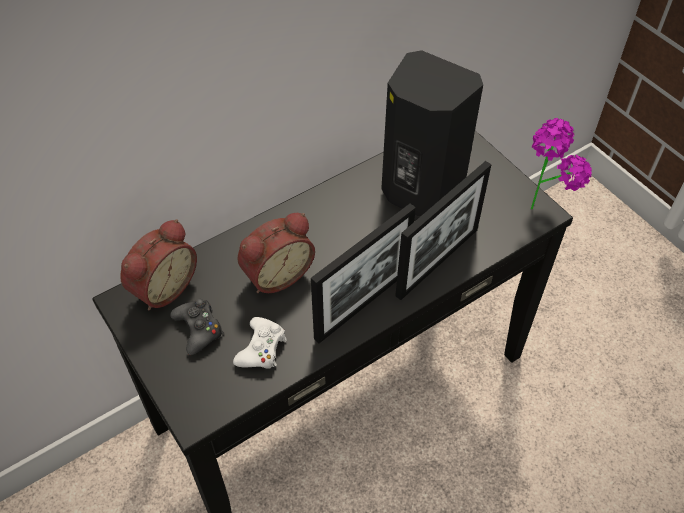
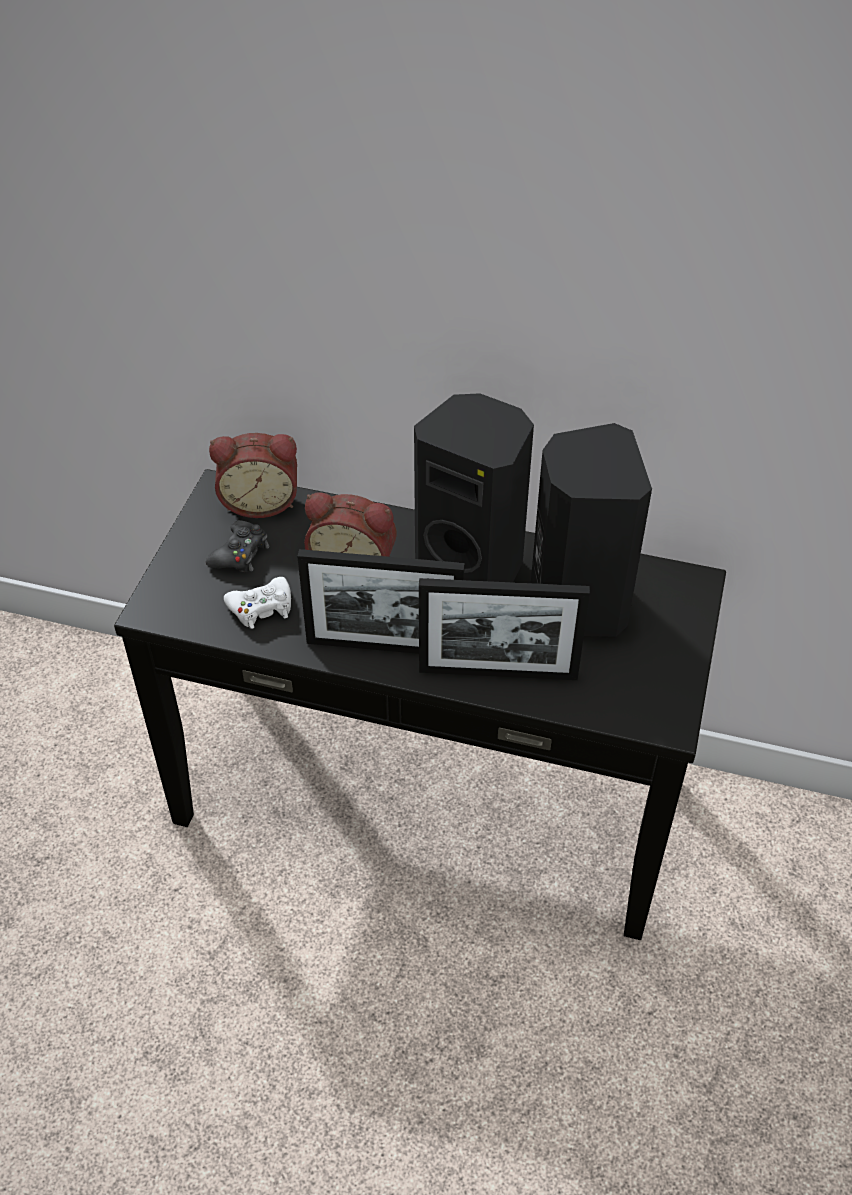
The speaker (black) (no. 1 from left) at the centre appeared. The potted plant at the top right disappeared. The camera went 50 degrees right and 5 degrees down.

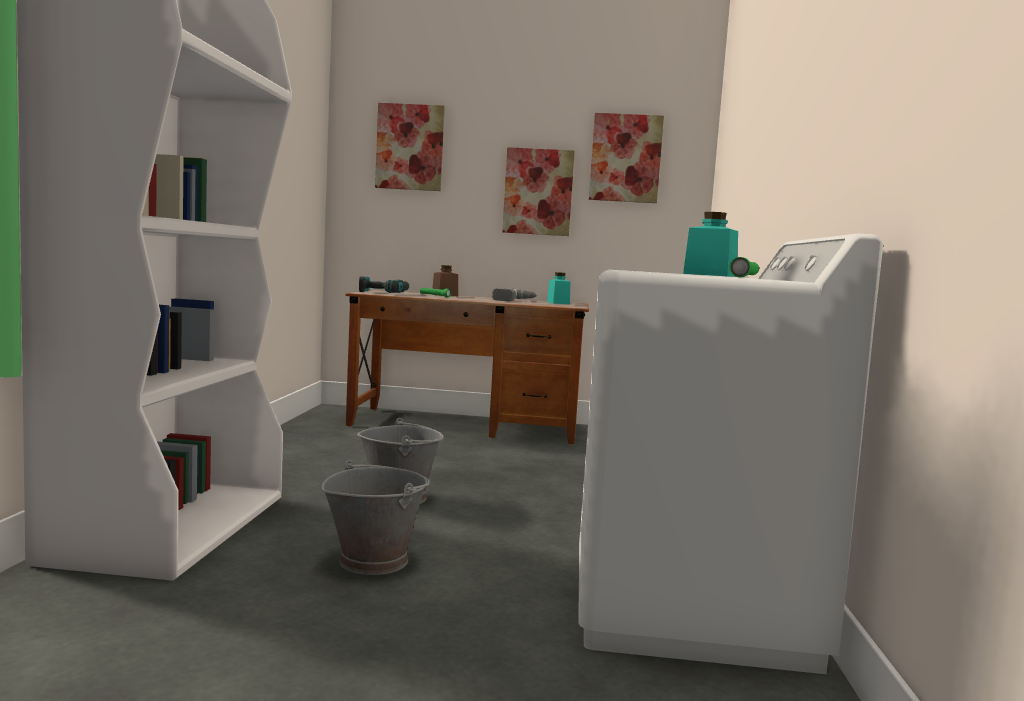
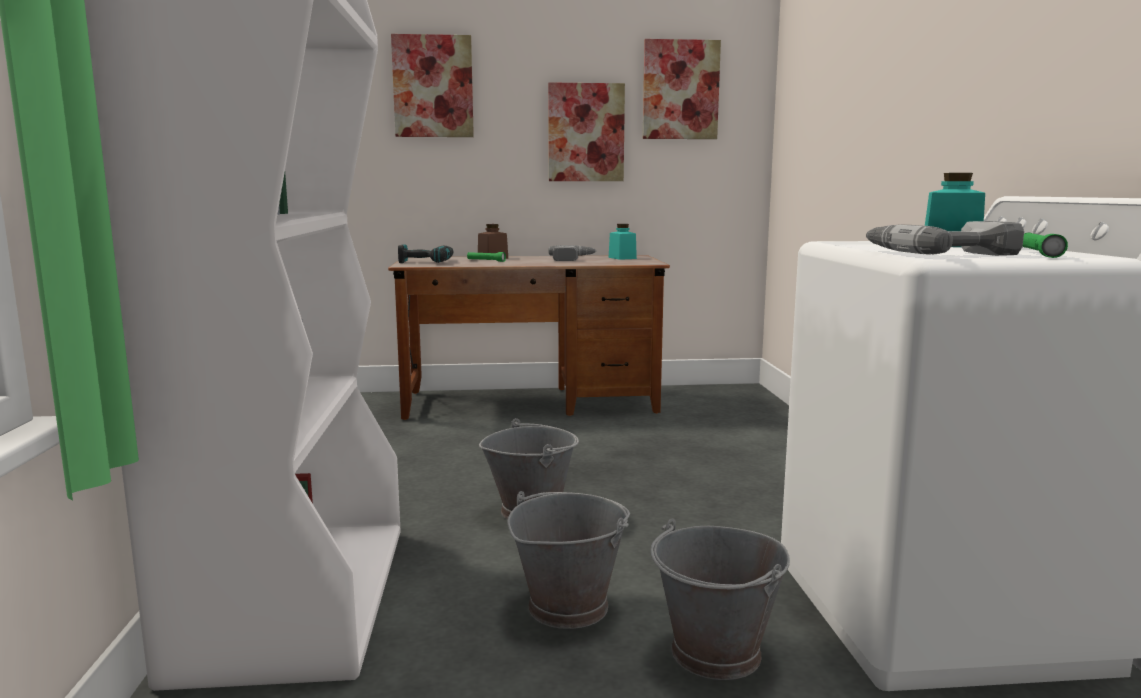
The bucket (grey) (no. 3 from left) at the bottom centre appeared. The power drill (no. 3 from left) at the middle right appeared. The camera went 10 degrees left and 5 degrees up.

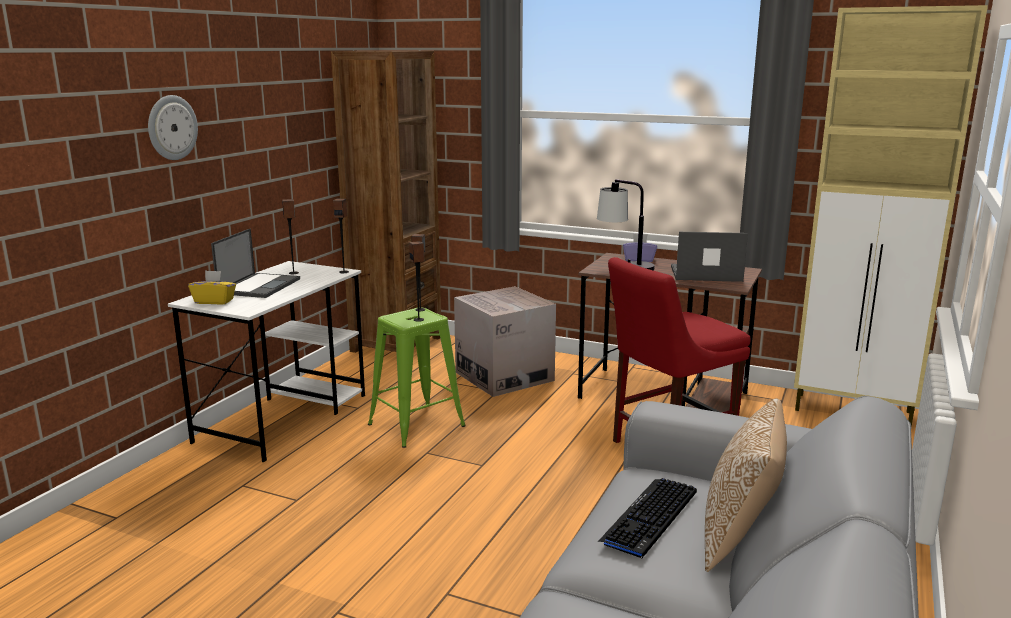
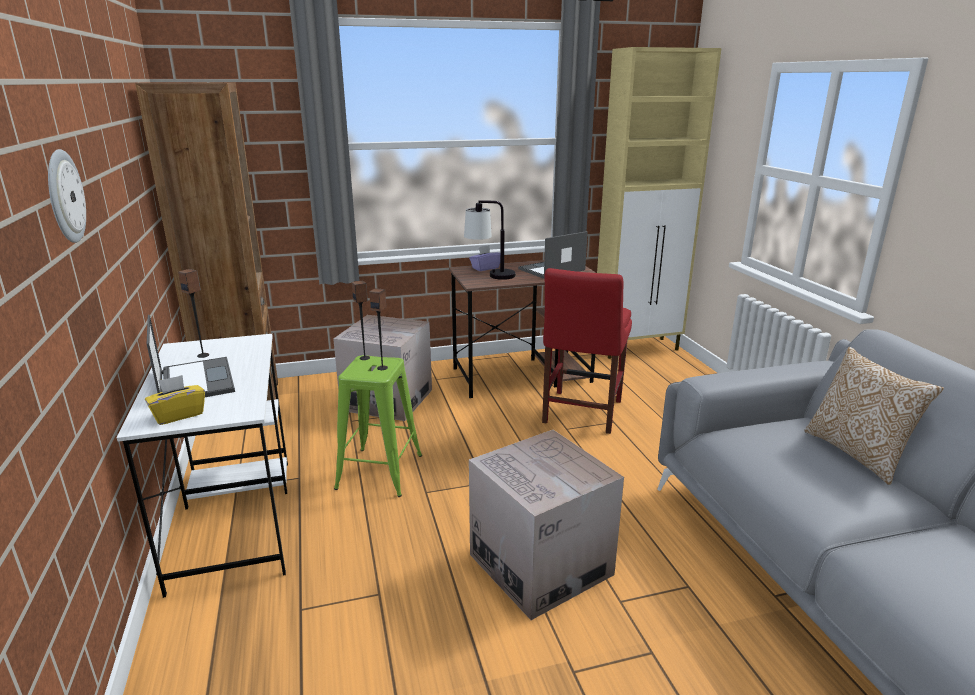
The cardboard box (no. 2 from left) at the bottom centre appeared. The speaker (no. 2 from left) at the centre disappeared. The keyboard at the bottom centre disappeared. The camera went 40 degrees left and 5 degrees up.

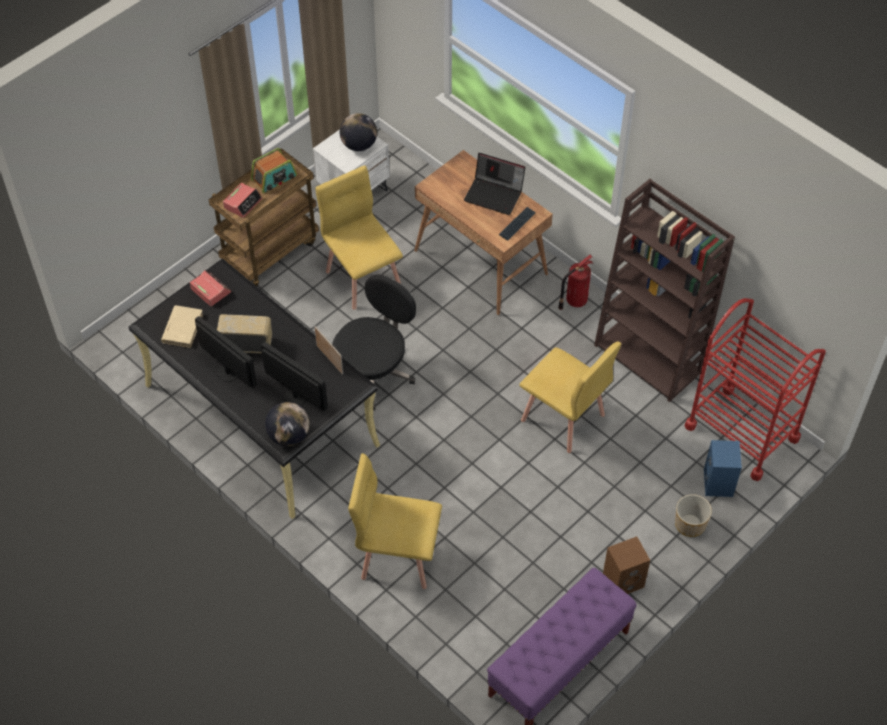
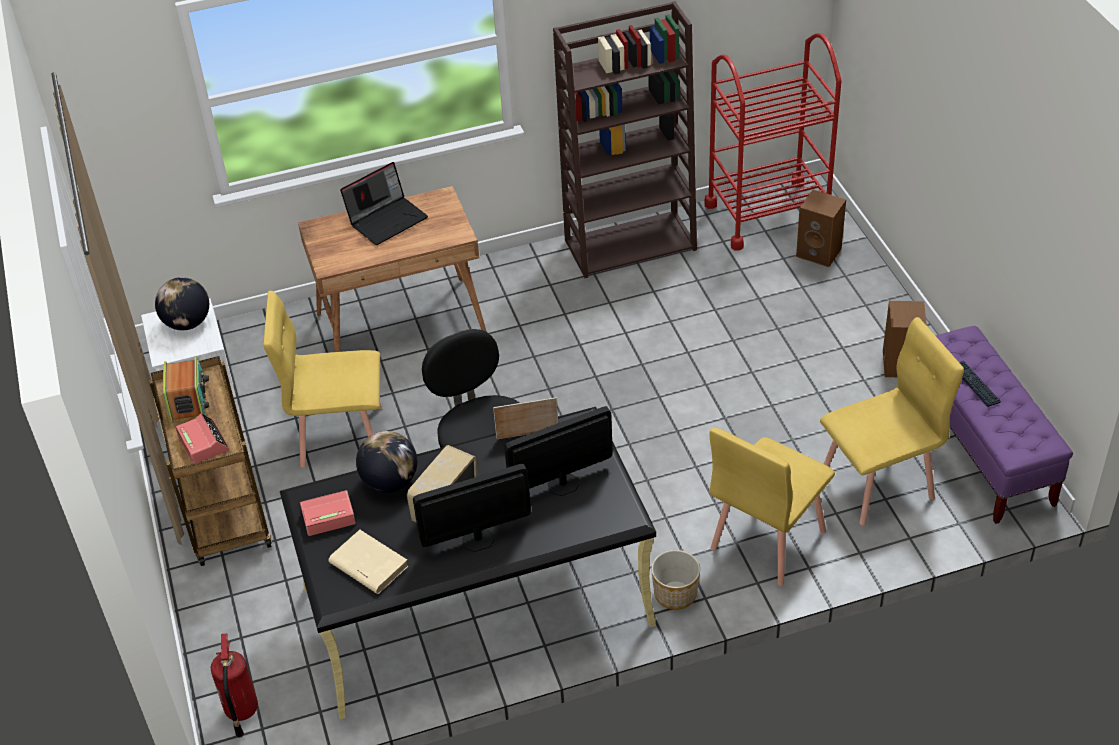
The fire extinguisher moved from the centre to the bottom left. The globe (no. 1 from left in the first image) moved from the middle left to the centre. The planter moved from the bottom right to the bottom centre. The speaker (blue) at the middle right became the speaker (brown) (no. 1 from left) at the top right. The chair (yellow) (no. 3 from left) moved from the centre to the middle right. The keyboard moved from the top centre to the middle right. The camera went 60 degrees left and 10 degrees down.

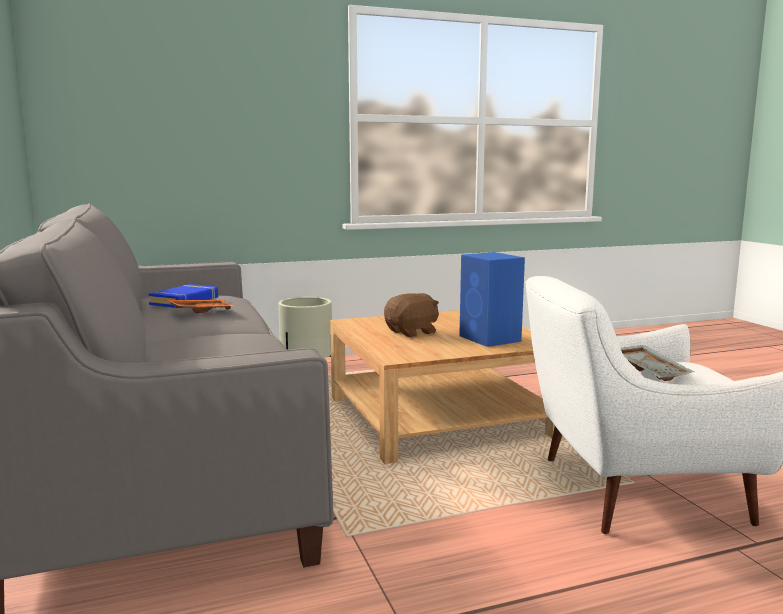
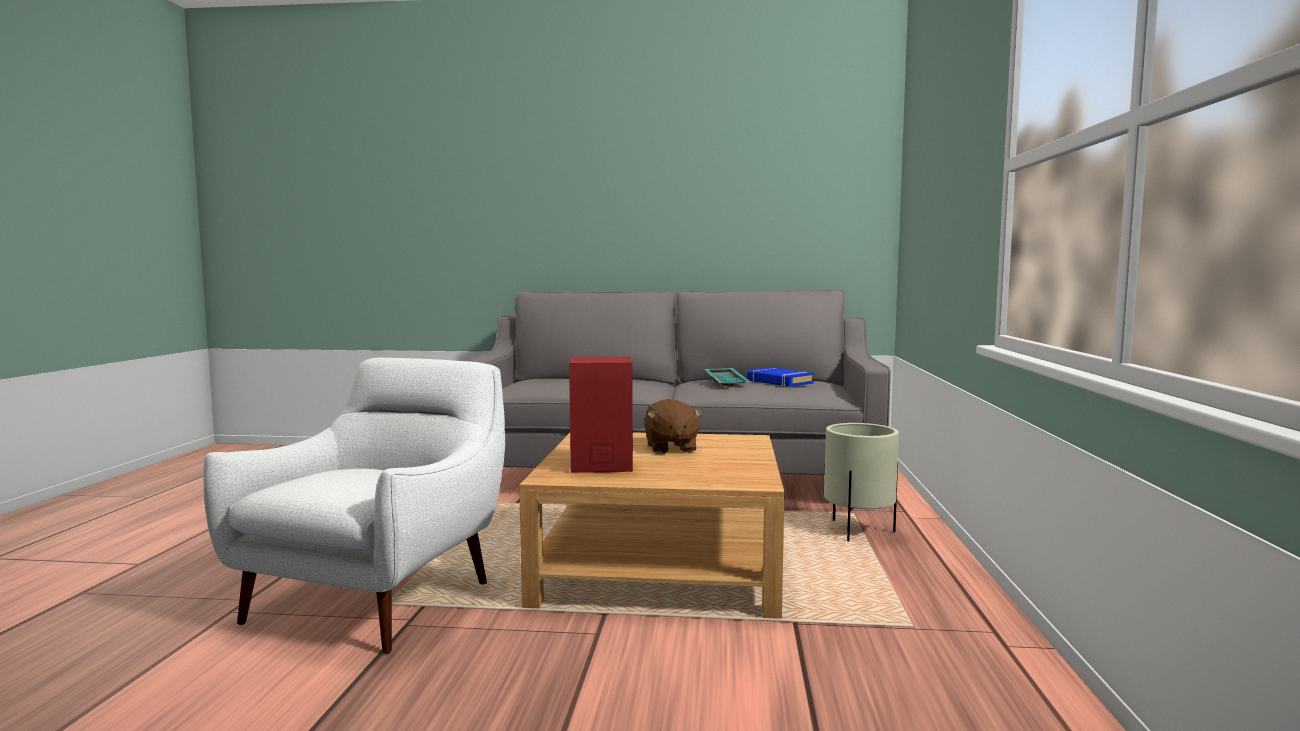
The speaker (blue) at the centre became the speaker (red) at the centre. The tray (orange) at the middle left became the tray (turquoise) at the centre. The tray (grey) at the middle right disappeared. The camera went 115 degrees right and 5 degrees down.

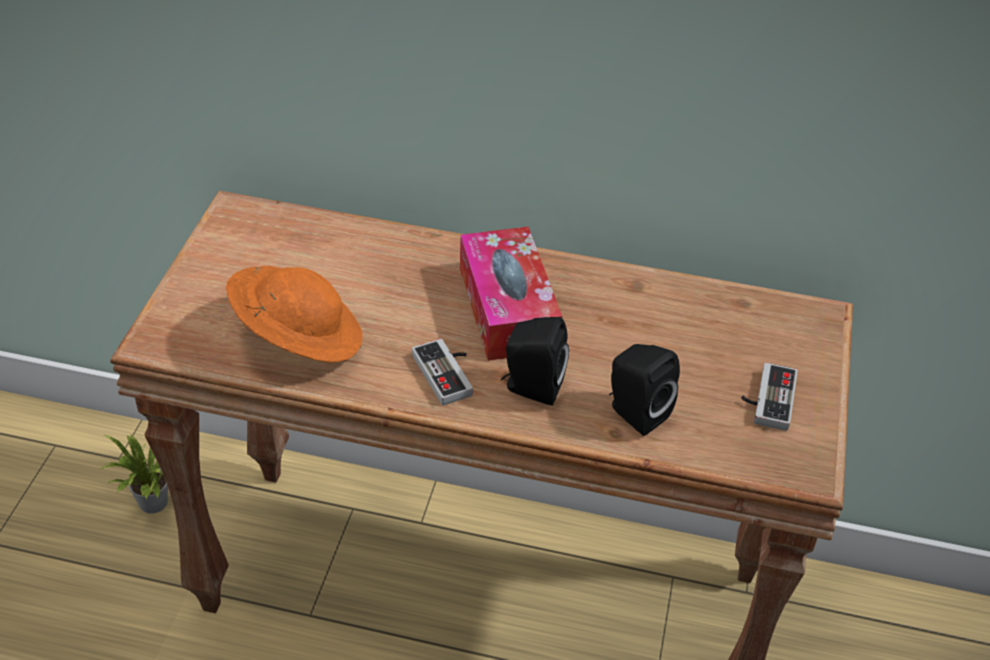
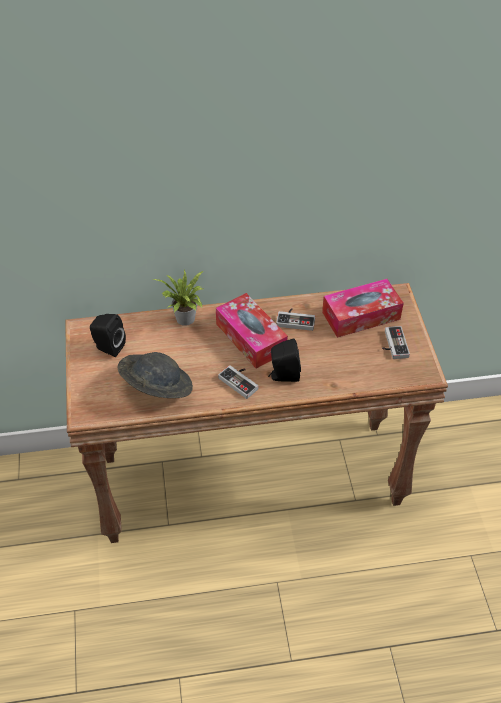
The speaker (black) (no. 2 from left in the first image) moved from the centre to the middle left. The hat (orange) at the middle left became the hat (grey) at the middle left. The potted plant moved from the bottom left to the centre. The game controller (no. 2 from left) at the centre appeared. The tissue box (no. 2 from left) at the middle right appeared. The camera went 20 degrees left and 5 degrees up.

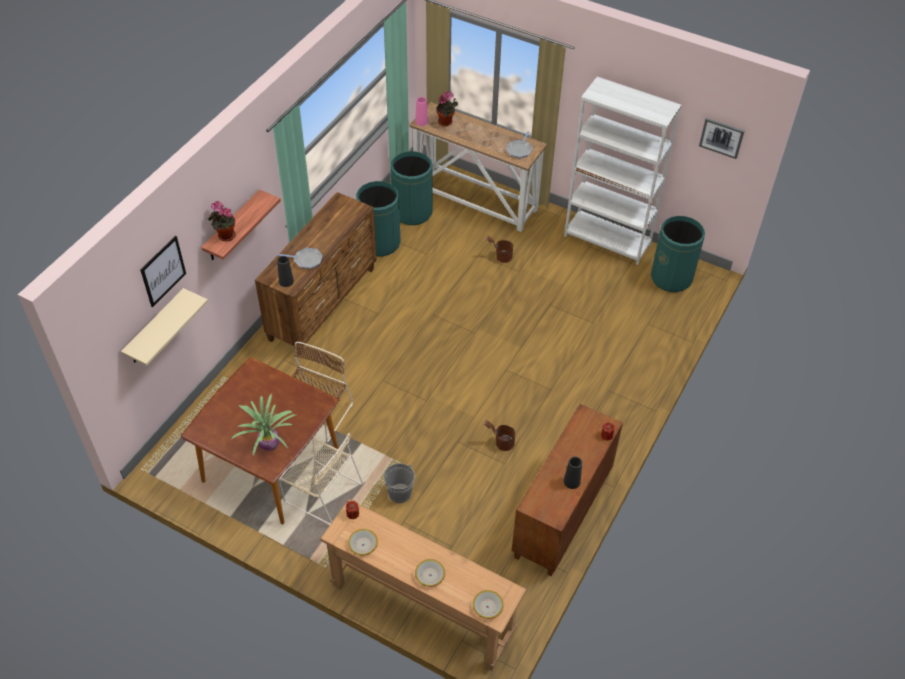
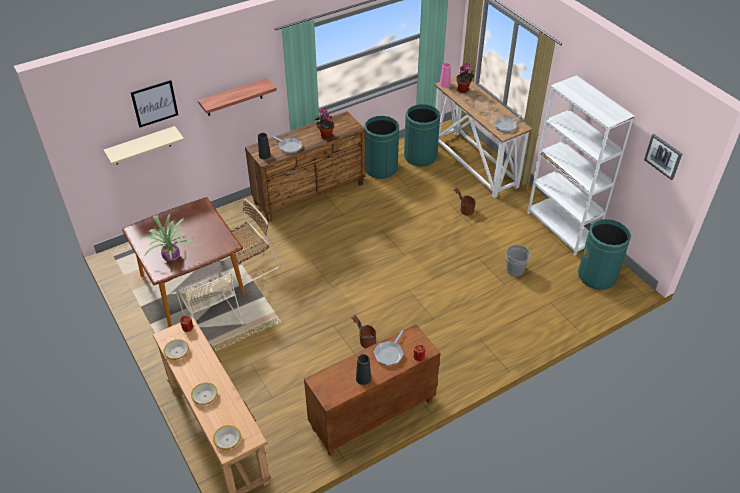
The potted plant (no. 1 from left in the first image) moved from the top left to the top centre. The frying pan (no. 2 from left) at the bottom centre appeared. The bucket (grey) moved from the bottom centre to the middle right. The camera went 30 degrees right and 5 degrees down.

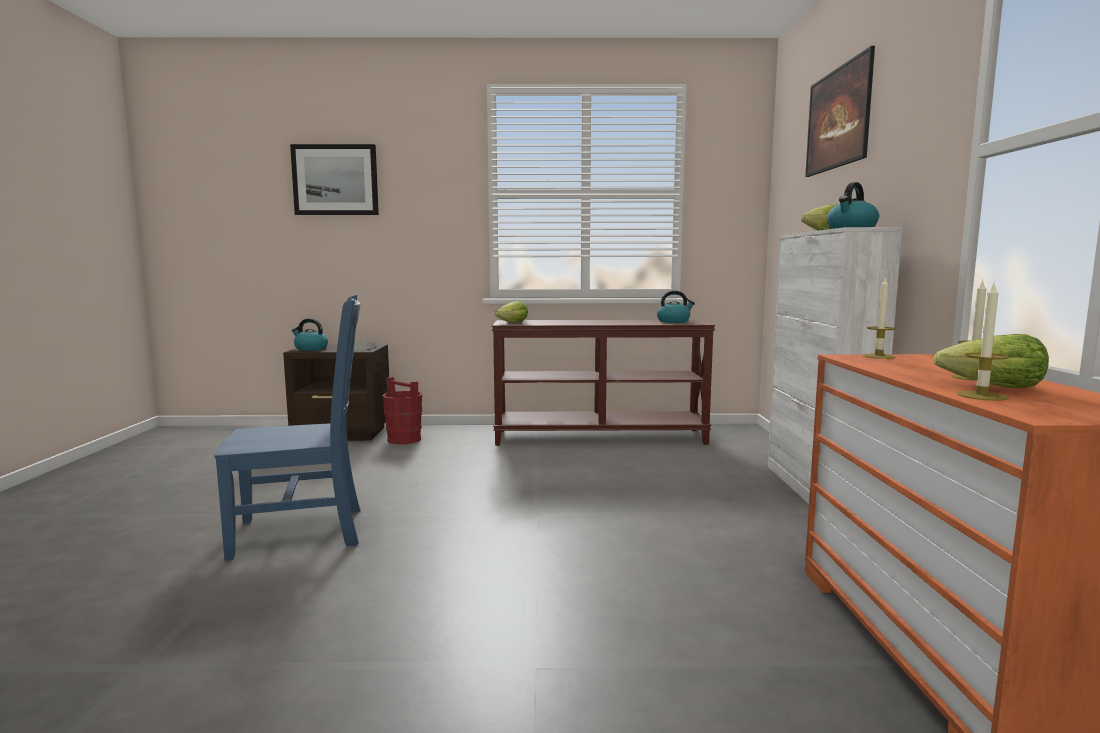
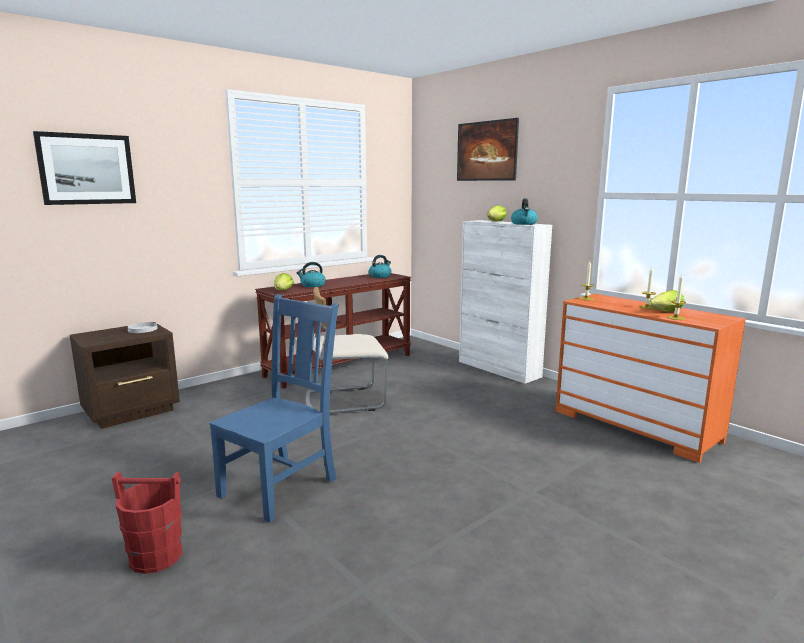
The bucket (red) moved from the centre to the bottom left. The kettle (no. 1 from left) moved from the middle left to the centre. The chair (beige) at the centre appeared. The camera went 40 degrees left and 5 degrees up.

